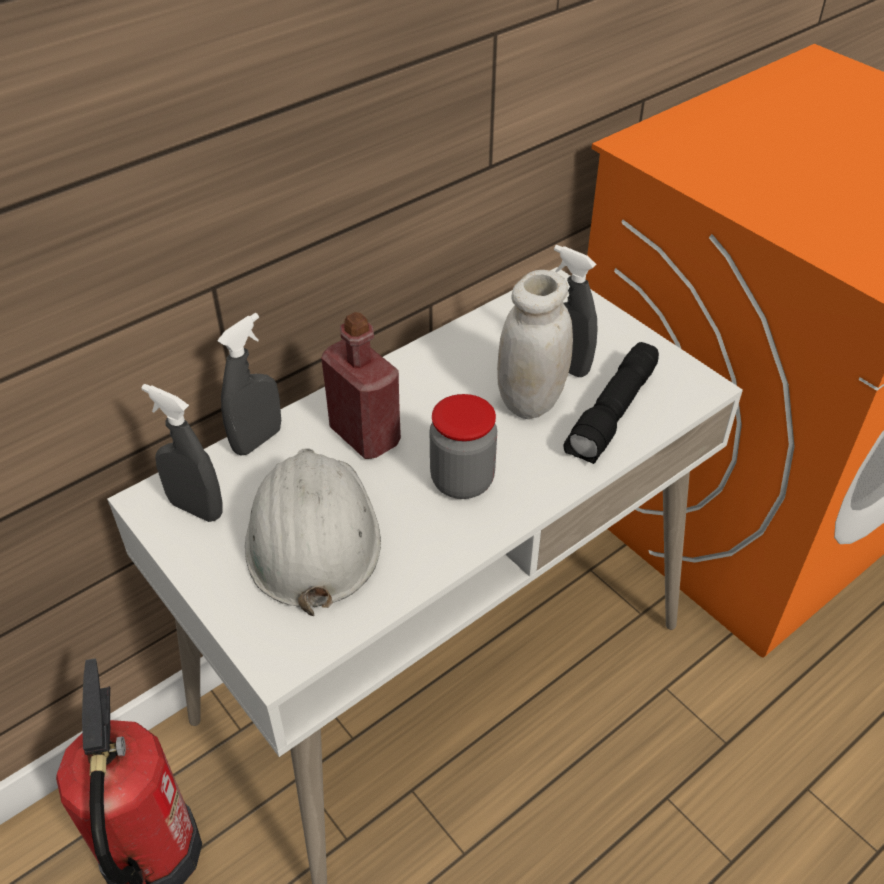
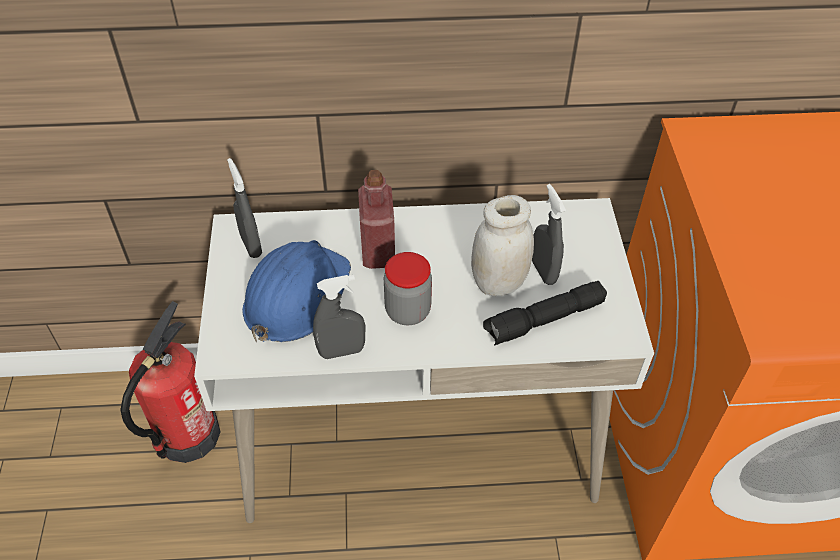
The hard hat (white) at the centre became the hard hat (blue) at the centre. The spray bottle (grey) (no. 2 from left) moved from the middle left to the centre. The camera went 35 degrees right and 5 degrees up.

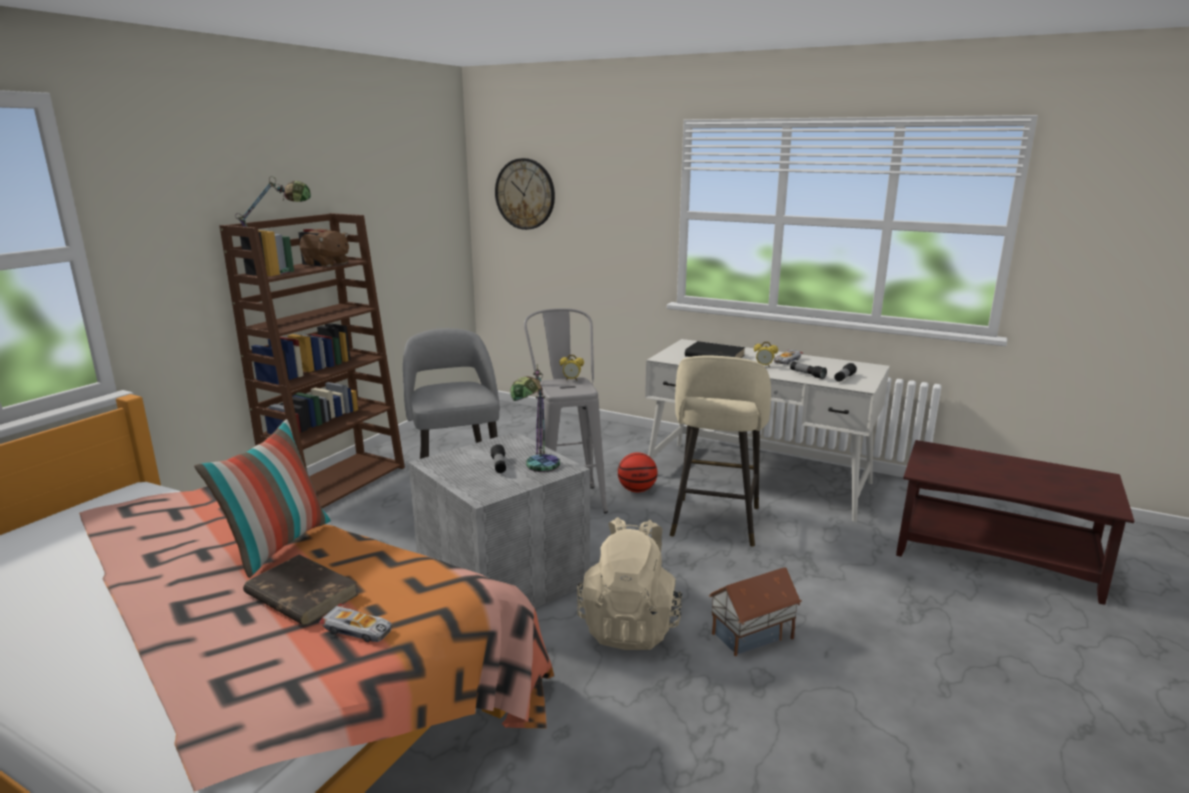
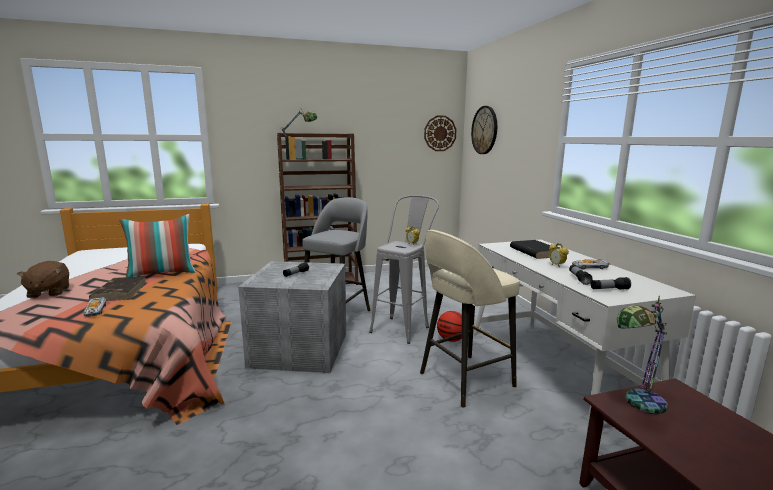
The plush toy (brown) moved from the top left to the middle left. The wall clock (no. 1 from left) at the top centre appeared. The table lamp (no. 2 from left) moved from the centre to the bottom right. The backpack (beige) at the bottom centre disappeared. The toy house at the bottom centre disappeared. The camera went 45 degrees right and 5 degrees down.

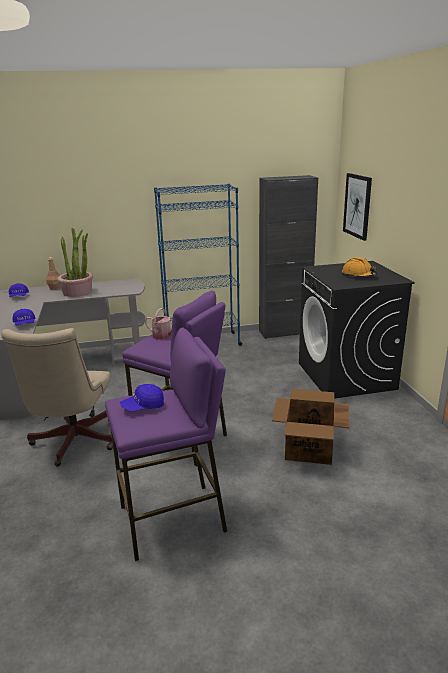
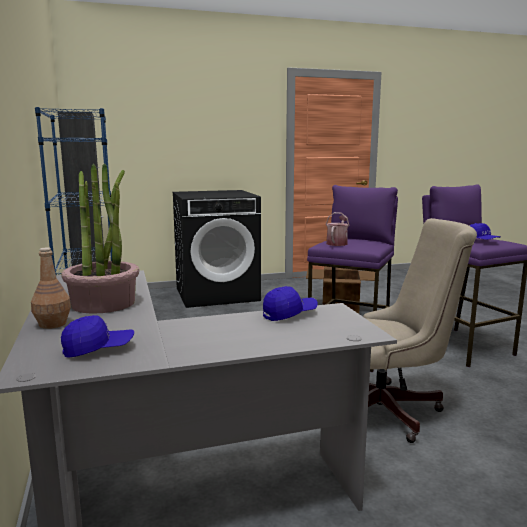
The hard hat (orange) at the middle right disappeared. The picture at the top right disappeared. The camera went 95 degrees left and 10 degrees down.

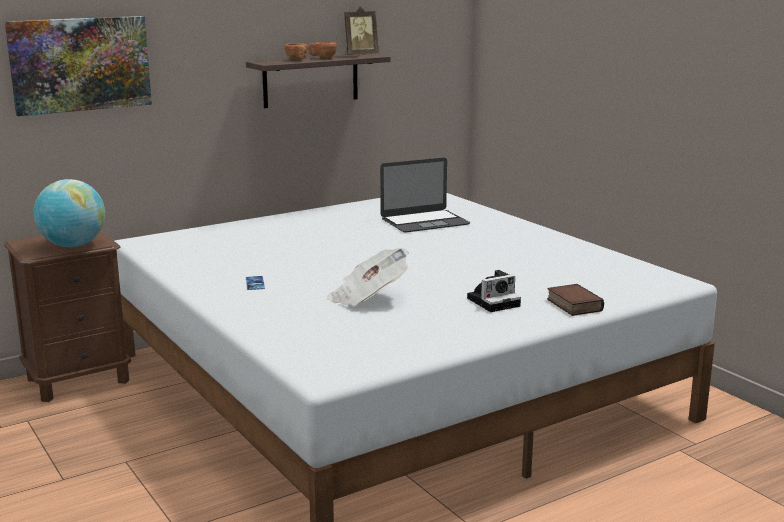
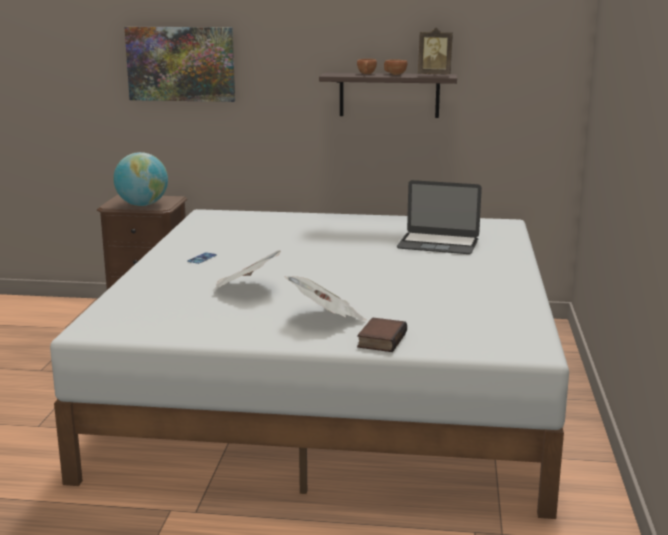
The photo camera at the centre was replaced by the newspaper (no. 2 from left) at the centre. The camera went 40 degrees right and 0 degrees up.

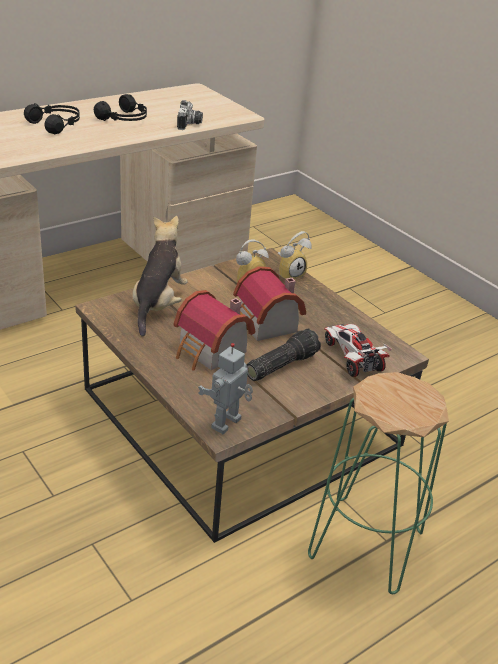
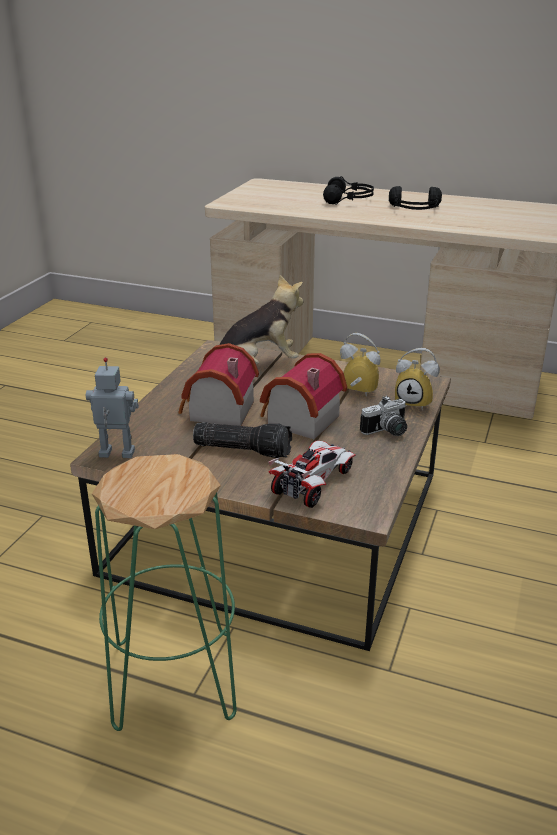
The photo camera moved from the top centre to the middle right. The camera went 60 degrees right and 5 degrees down.

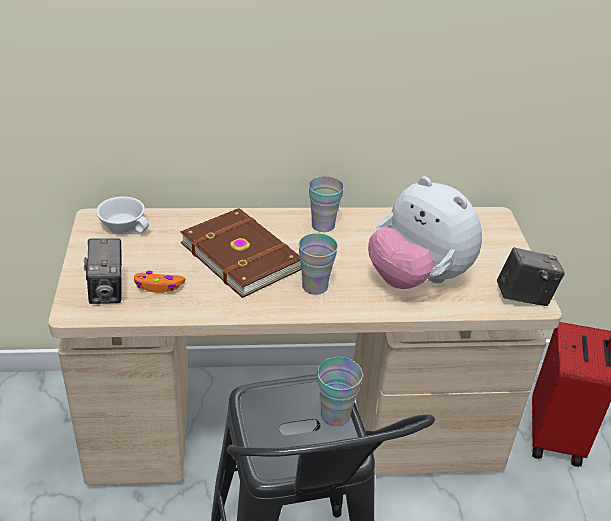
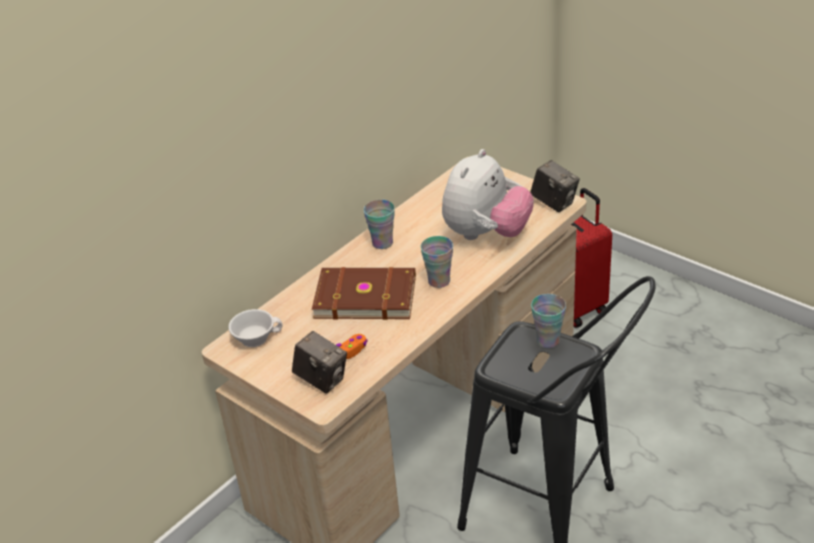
The plush toy at the middle right turned 60 degrees counterclockwise. The photo camera (no. 2 from left) at the middle right turned 90 degrees clockwise. The camera went 40 degrees left and 0 degrees up.

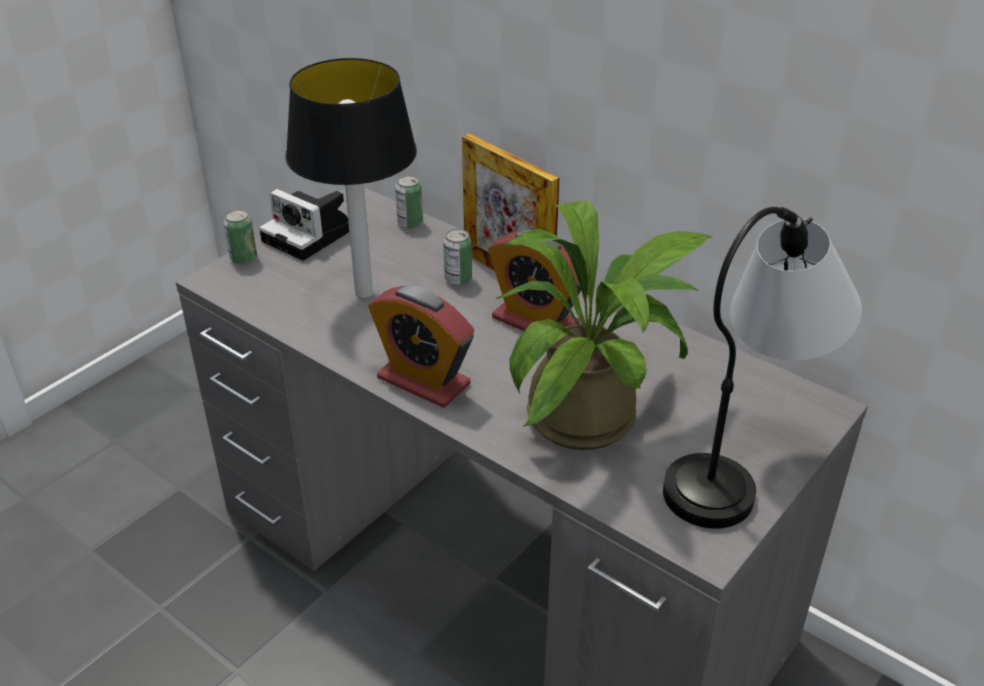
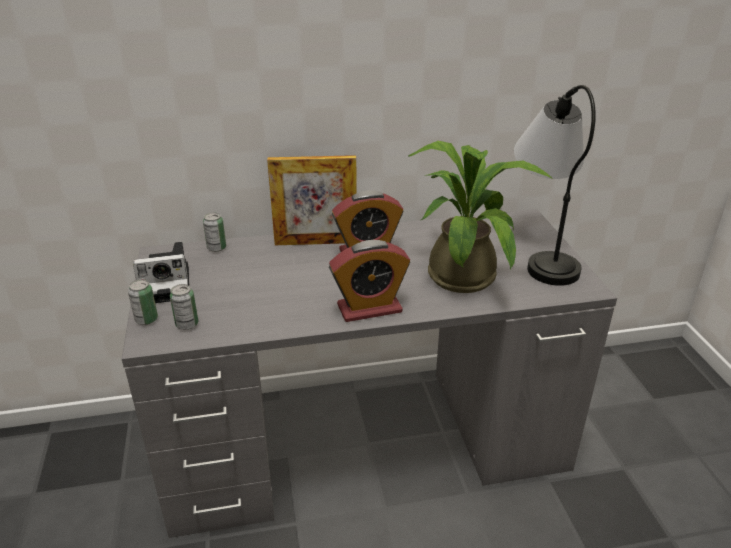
The can (no. 3 from left in the first image) moved from the centre to the middle left. The table lamp (no. 1 from left) at the top centre disappeared. The camera went 50 degrees left and 5 degrees down.

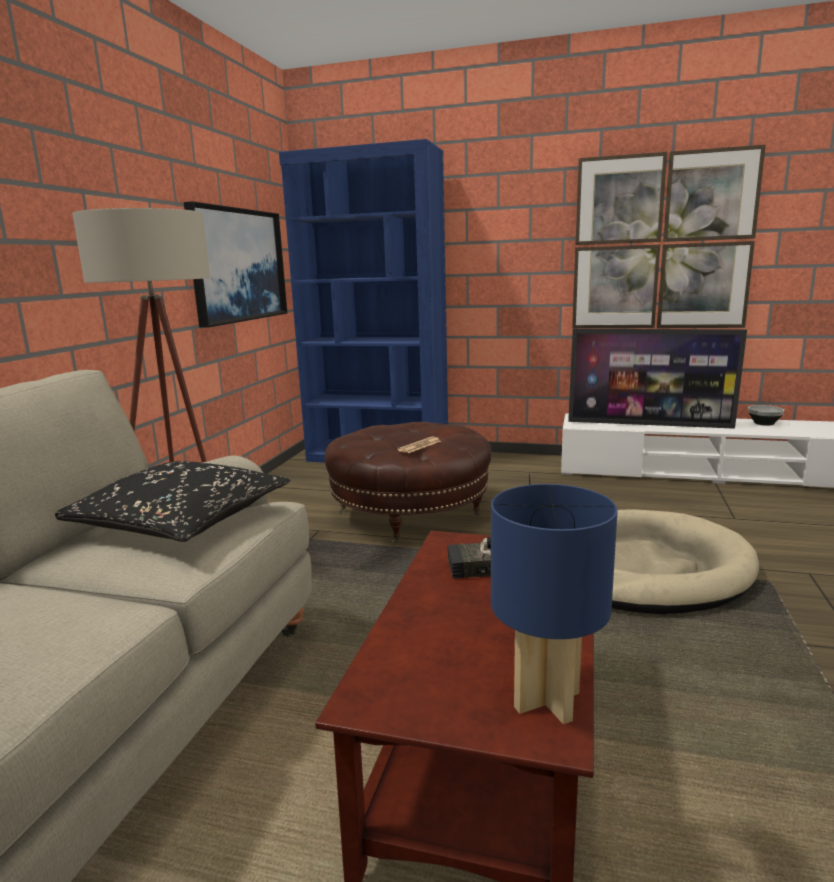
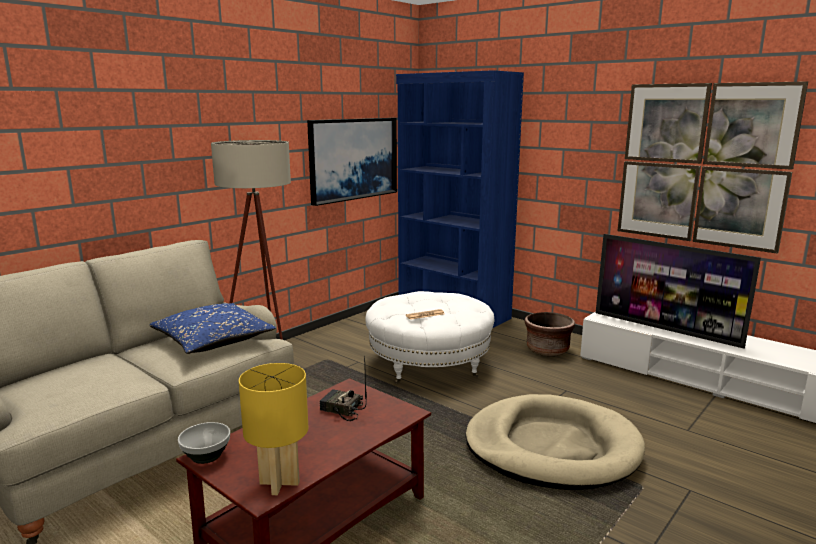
The pillow (black) at the middle left became the pillow (blue) at the middle left. The bowl moved from the middle right to the bottom left. The table lamp (blue) at the bottom centre became the table lamp (yellow) at the bottom centre. The ottoman (brown) at the centre became the ottoman (white) at the centre. The planter (brown) at the middle right appeared. The camera went 25 degrees right and 0 degrees up.

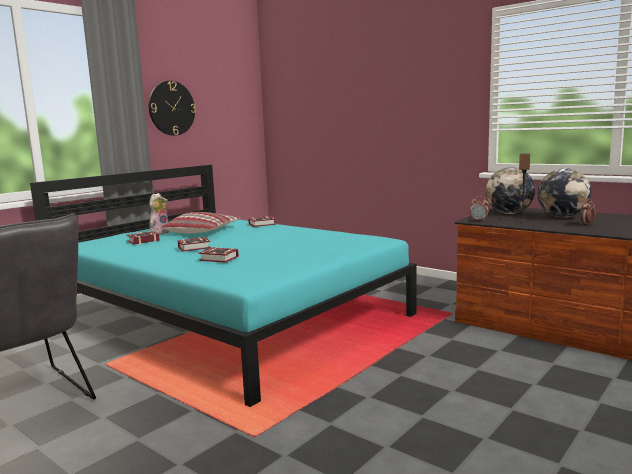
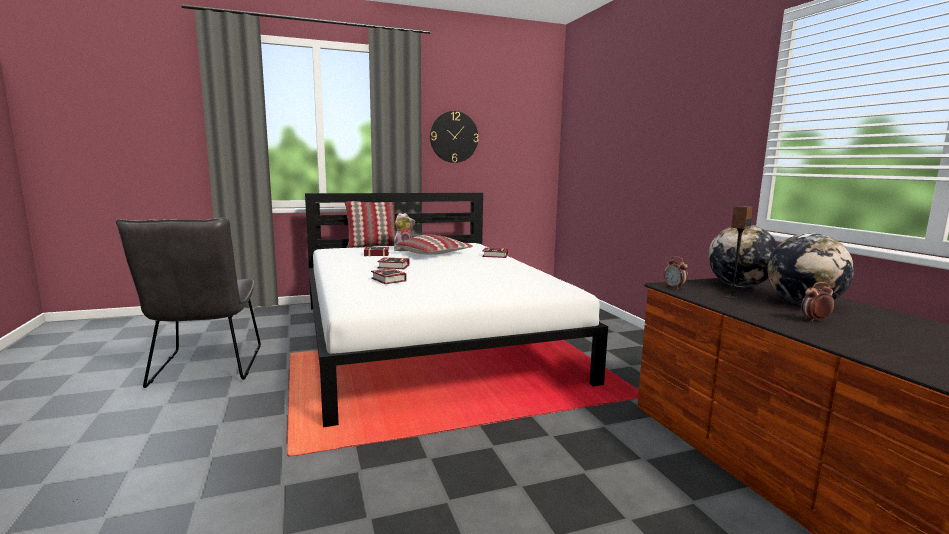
The bed (turquoise) at the centre became the bed (white) at the centre. The pillow (no. 1 from left) at the centre appeared. The camera went 30 degrees right and 0 degrees up.

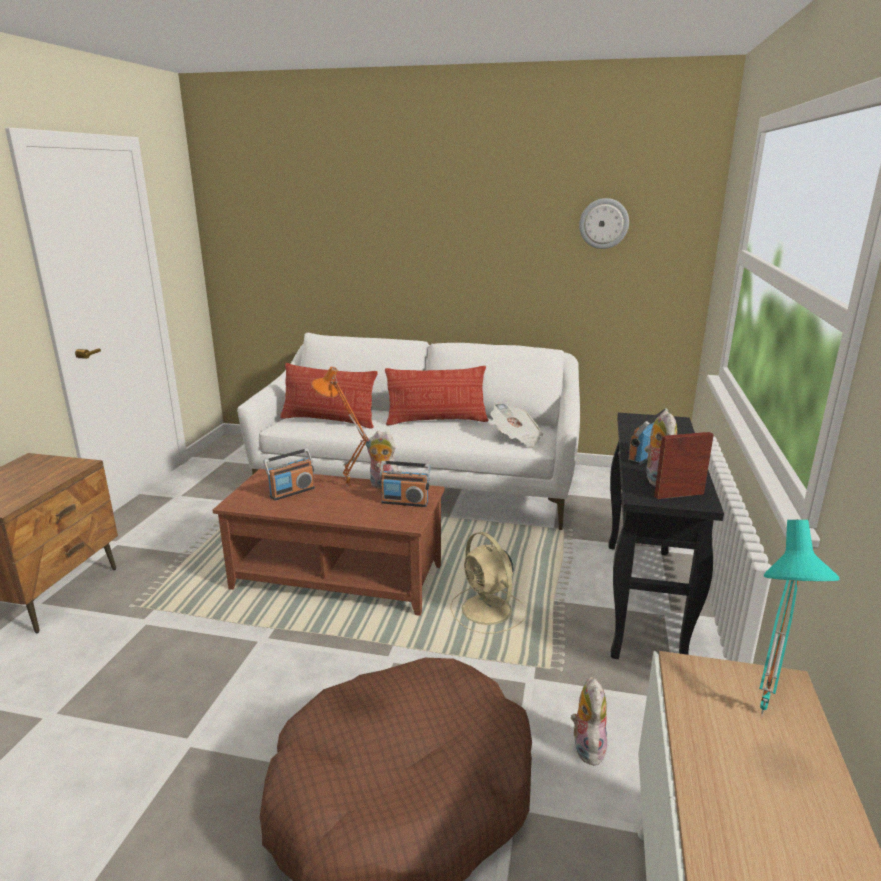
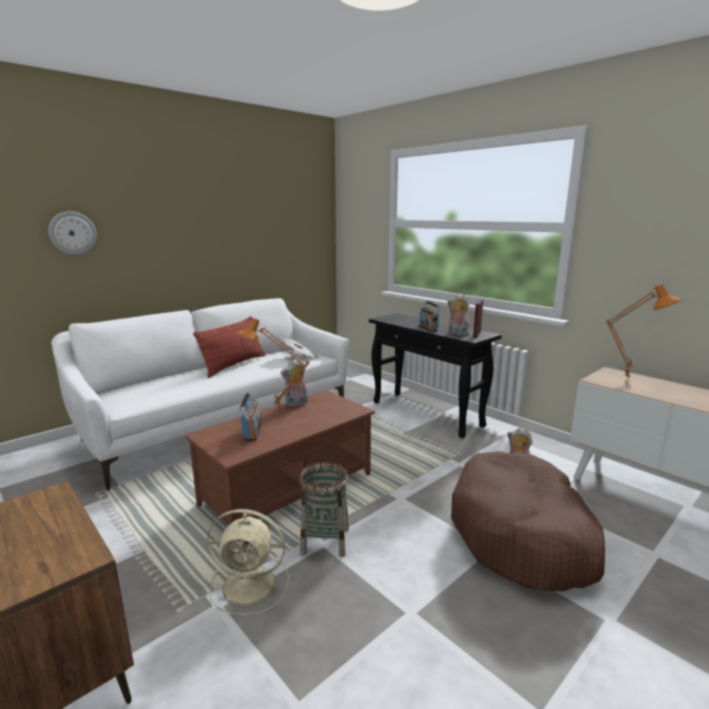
The wall clock moved from the top right to the top left. The fan (beige) moved from the centre to the bottom centre. The basket at the bottom centre appeared. The table lamp (turquoise) at the bottom right became the table lamp (orange) (no. 2 from left) at the middle right. The pillow (no. 1 from left) at the centre disappeared. The radio (no. 2 from left) at the centre disappeared. The camera went 55 degrees left and 5 degrees down.

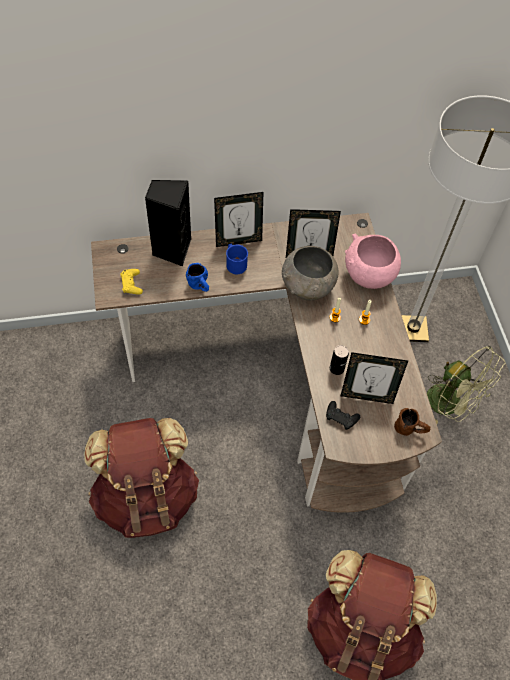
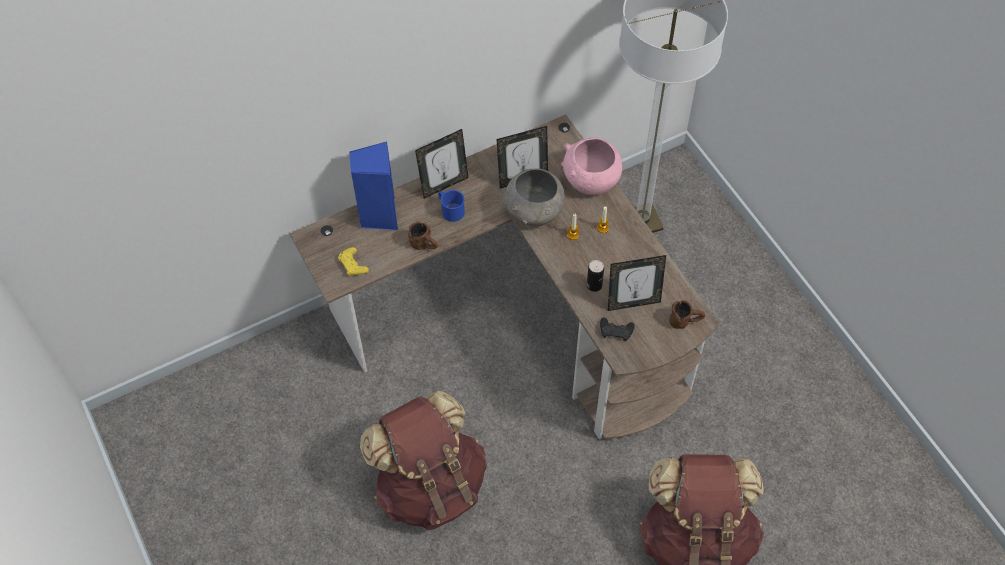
The speaker (black) at the top left became the speaker (blue) at the top centre. The mug (blue) (no. 1 from left) at the centre became the mug (brown) (no. 1 from left) at the centre. The fan (green) at the middle right disappeared. The camera went 15 degrees left and 0 degrees up.

